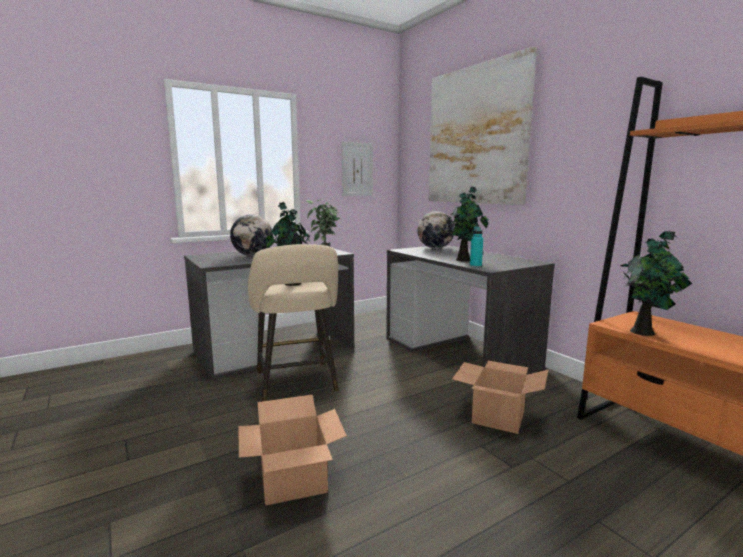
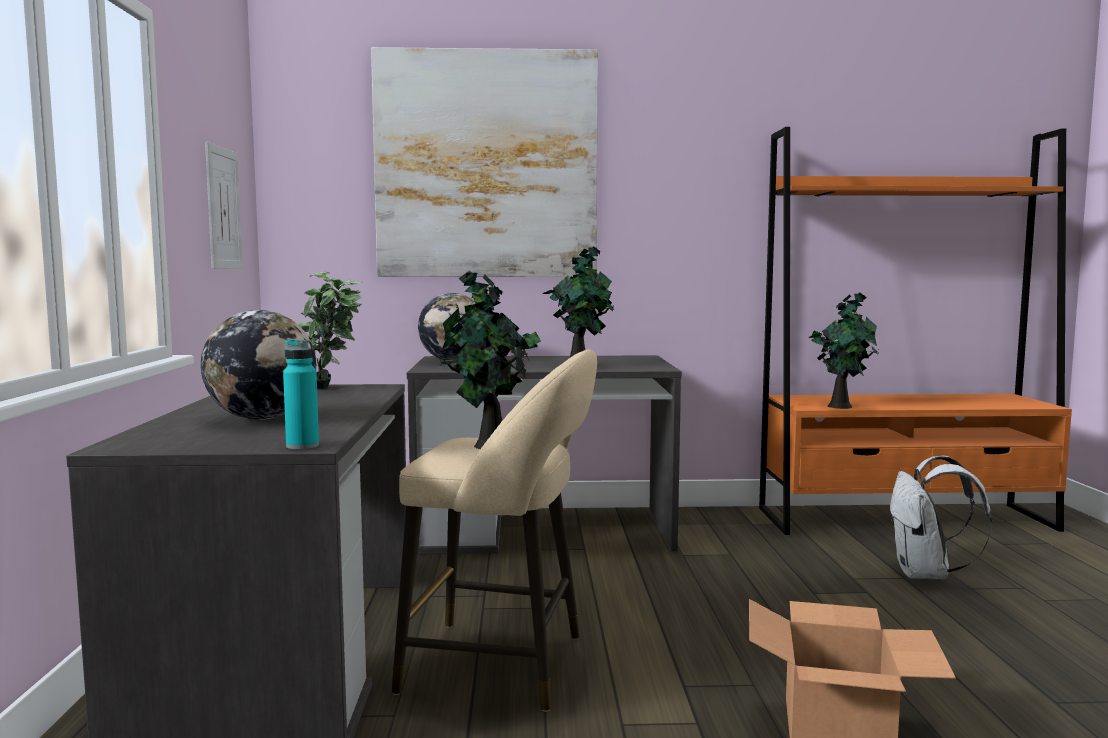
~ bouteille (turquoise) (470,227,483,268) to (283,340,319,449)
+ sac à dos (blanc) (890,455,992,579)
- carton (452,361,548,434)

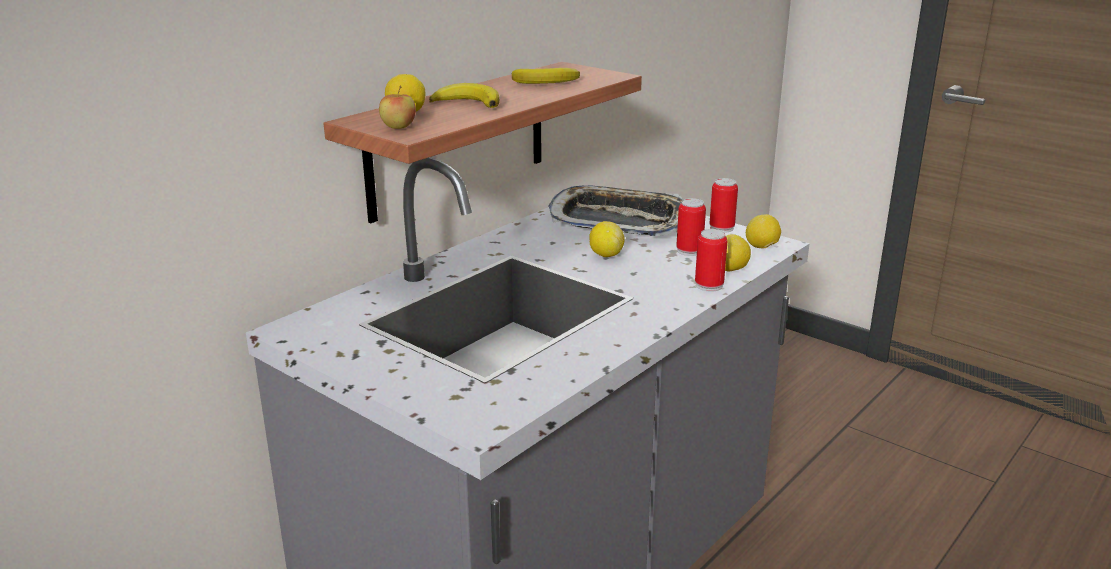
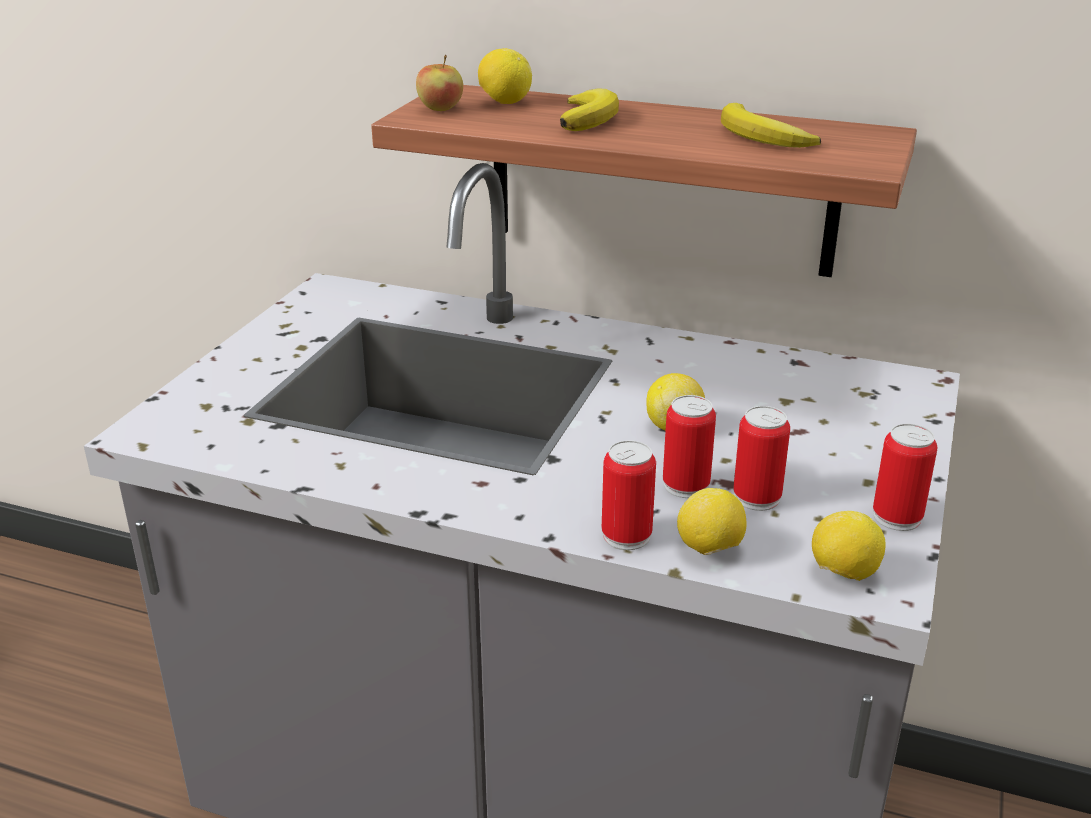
+ boîte métallique (663,395,716,498)
- plateau (548,185,684,236)

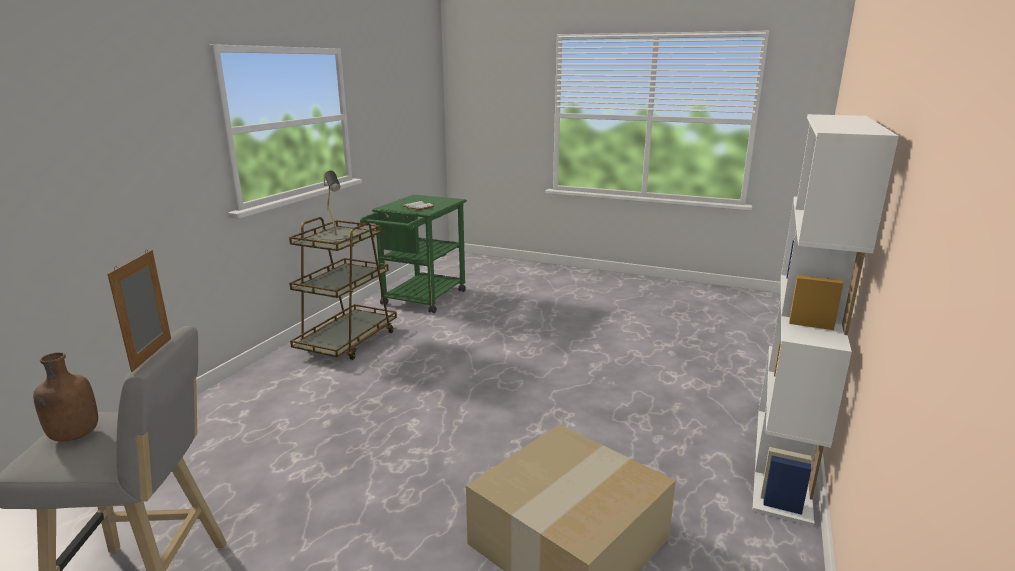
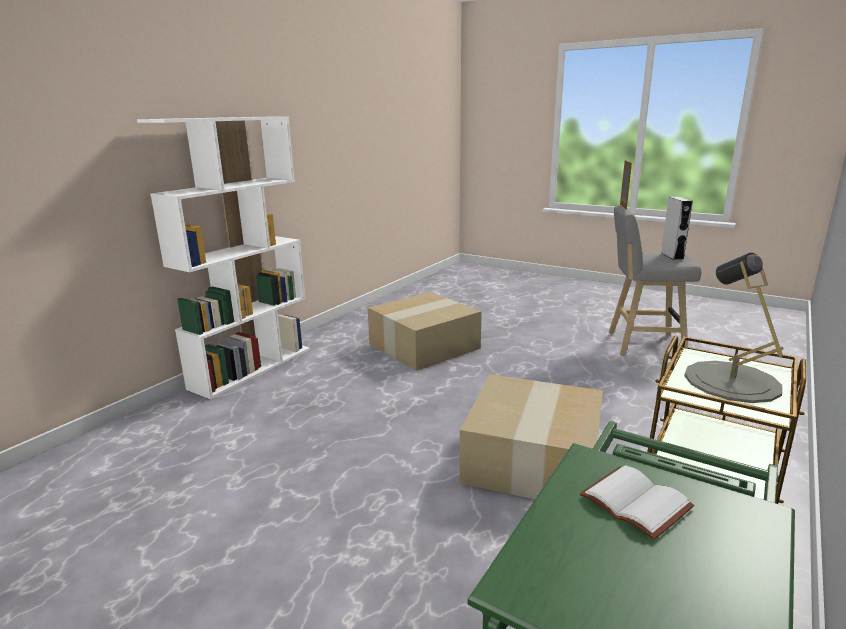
+ carton (459,375,603,499)
~ bouteille (marron) (33,352,98,442) to enceinte (gris) (661,197,693,260)

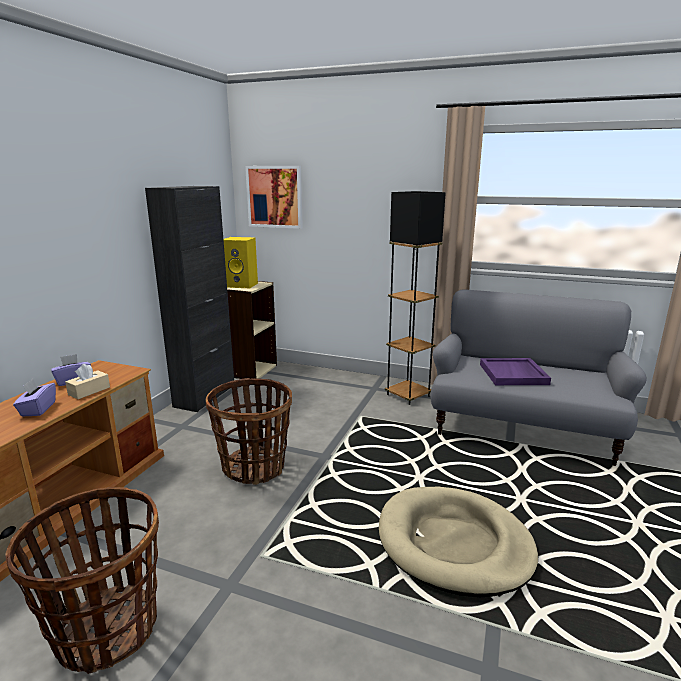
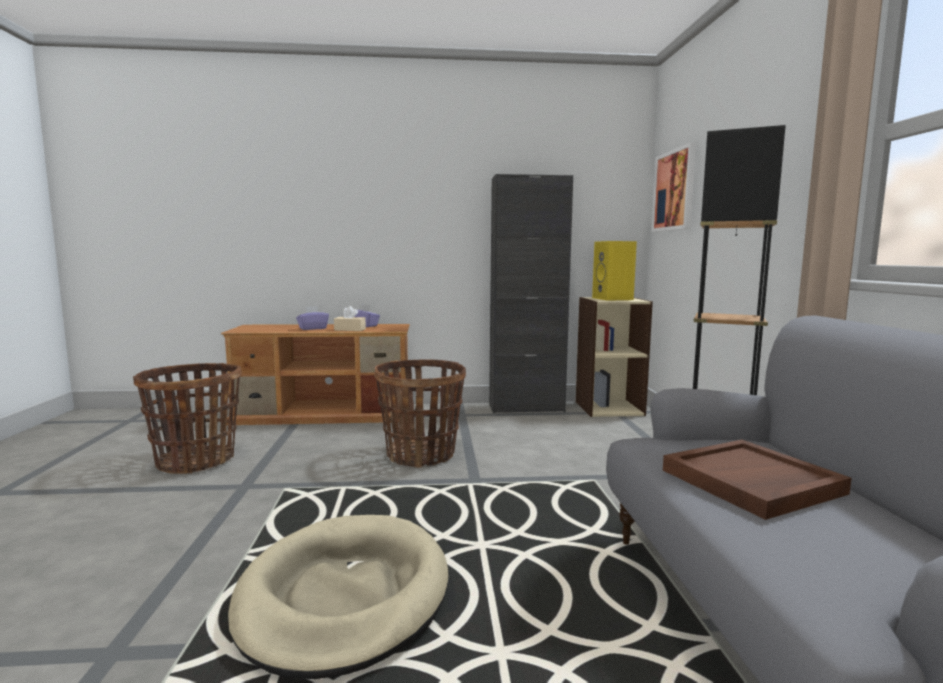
~ plateau (violet) (480,358,551,385) to plateau (marron) (663,440,852,520)

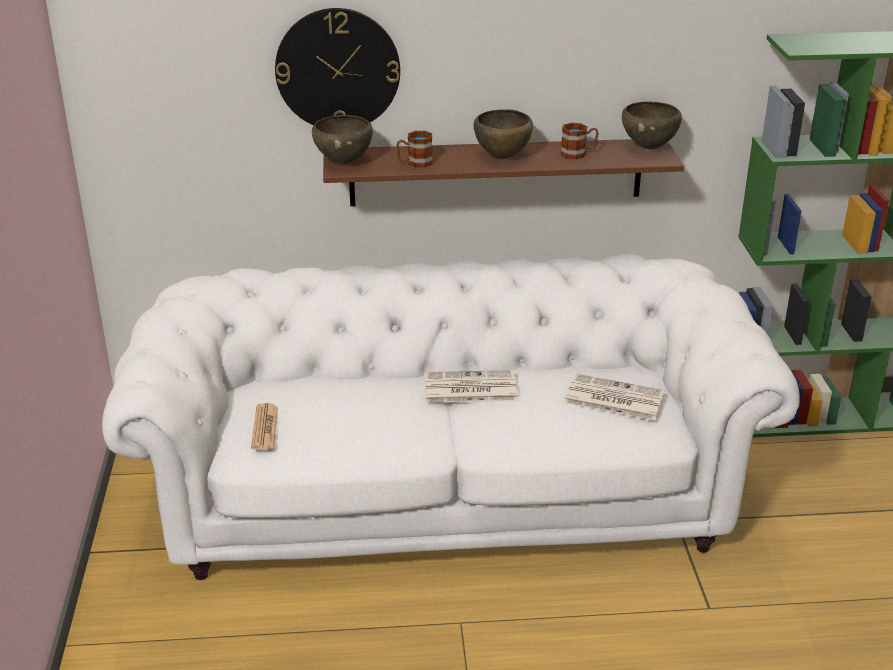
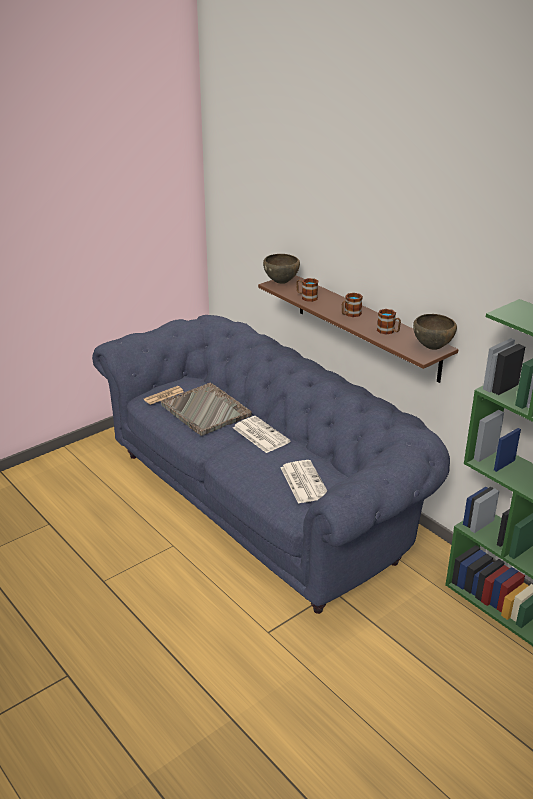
~ canapé (blanc) (102,254,800,580) to canapé (bleu) (92,315,450,614)
+ plateau (gris) (161,383,252,436)
~ bol (marron) (474,109,533,159) to mug (342,293,363,317)
- horloge murale (275,8,400,125)

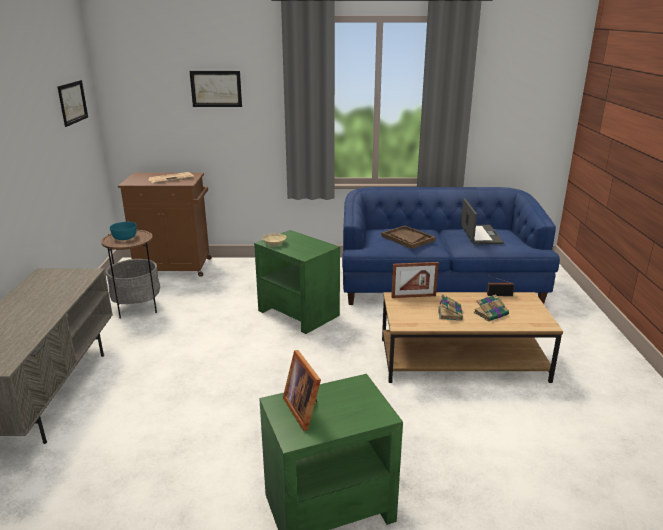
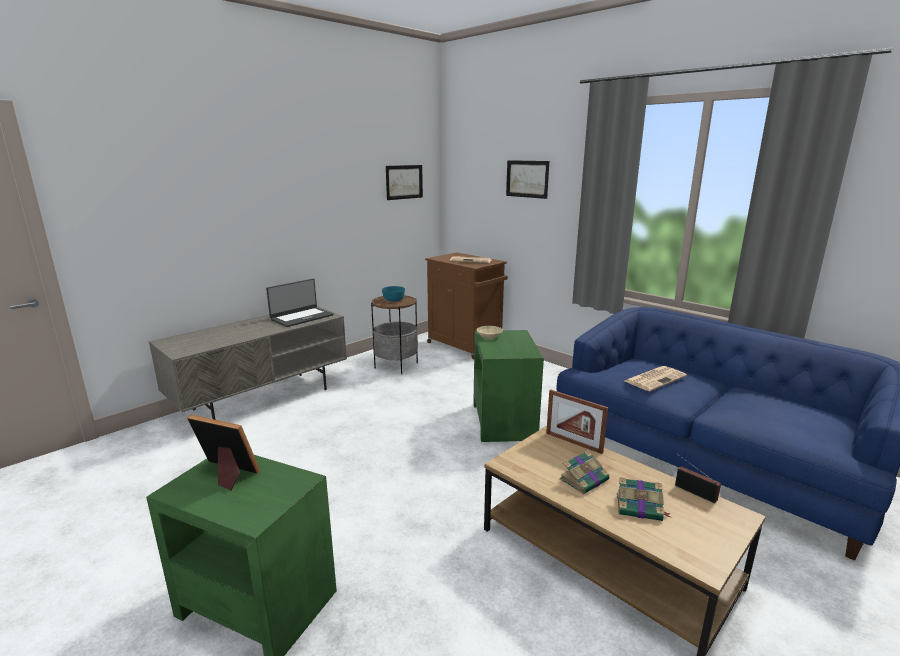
~ cadre photo (283,350,321,431) = (187,415,260,491) 90 degrees clockwise
~ ordinateur portable (461,198,504,244) to (266,279,334,327)
~ plateau (marron) (381,226,436,249) to journal (625,366,687,391)

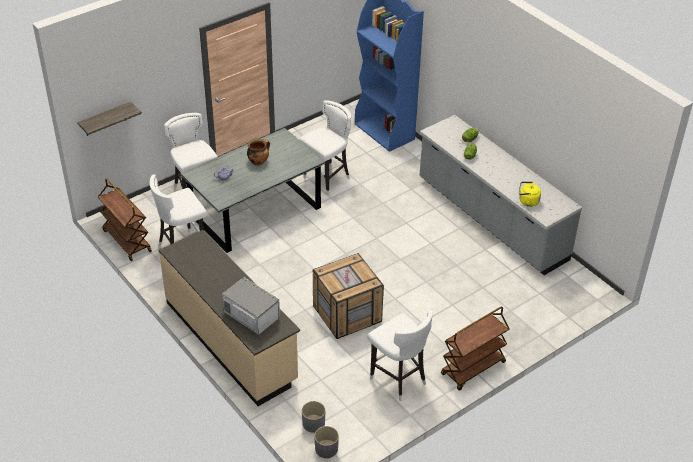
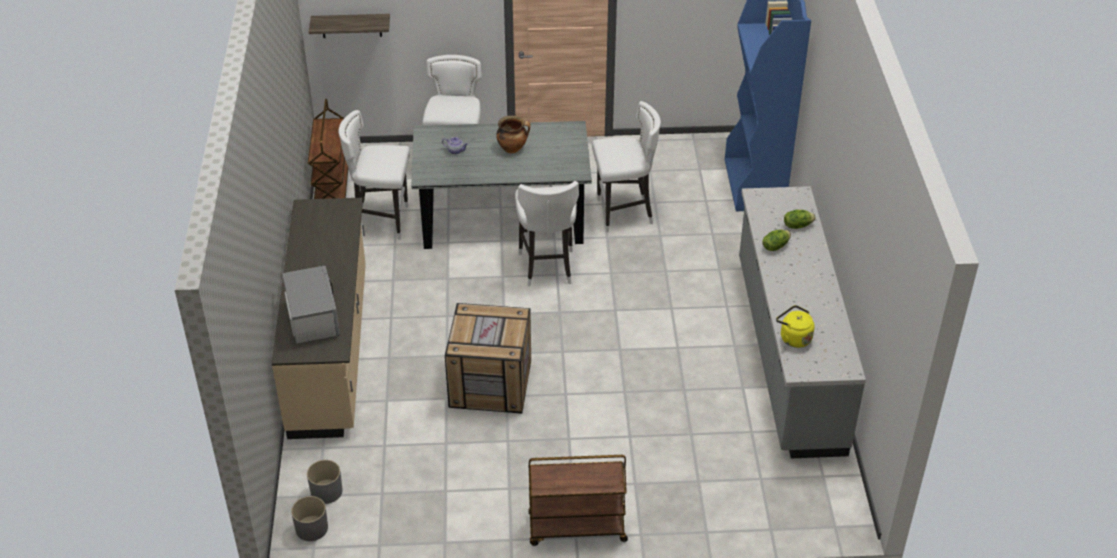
~ tabouret (blanc) (367,310,433,401) to (515,181,579,287)

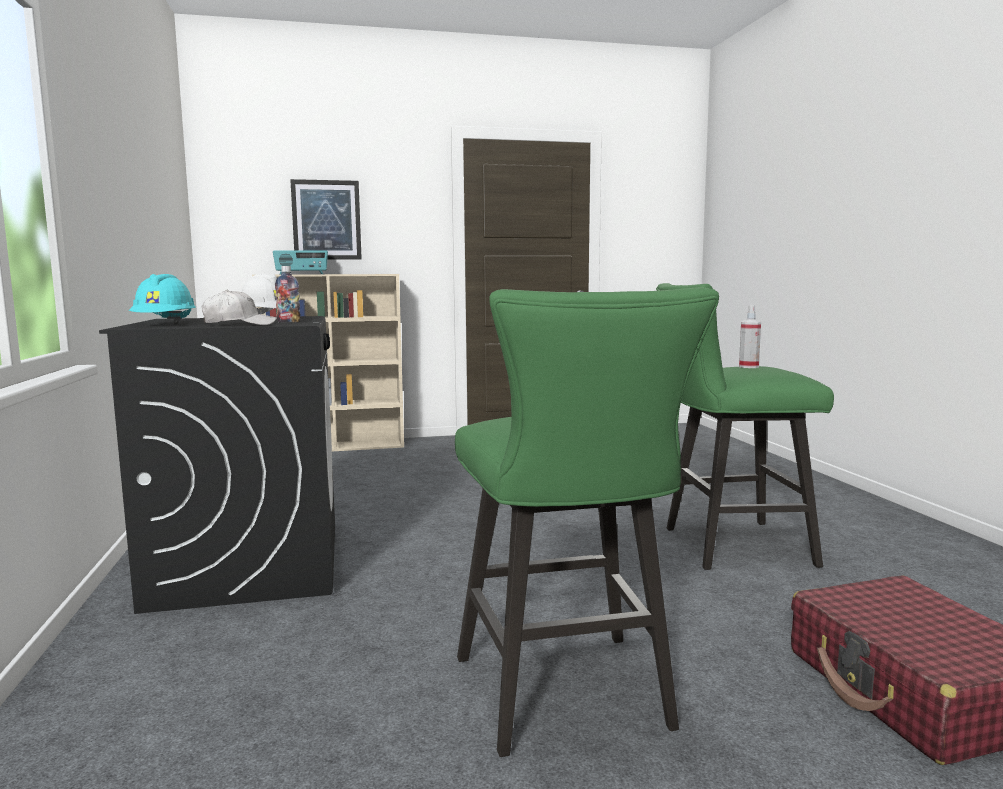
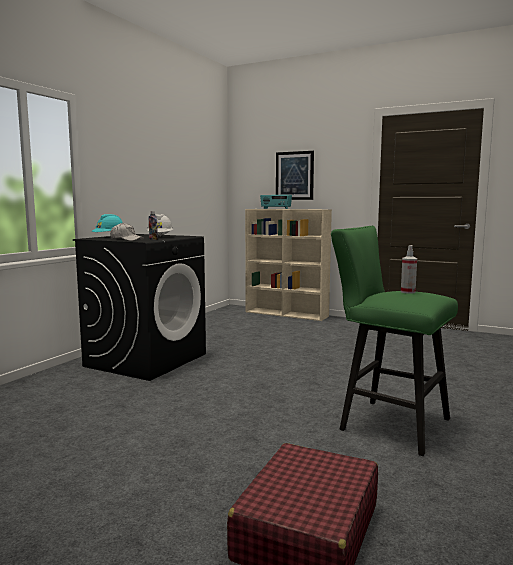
- tabouret (vert) (455,287,719,757)

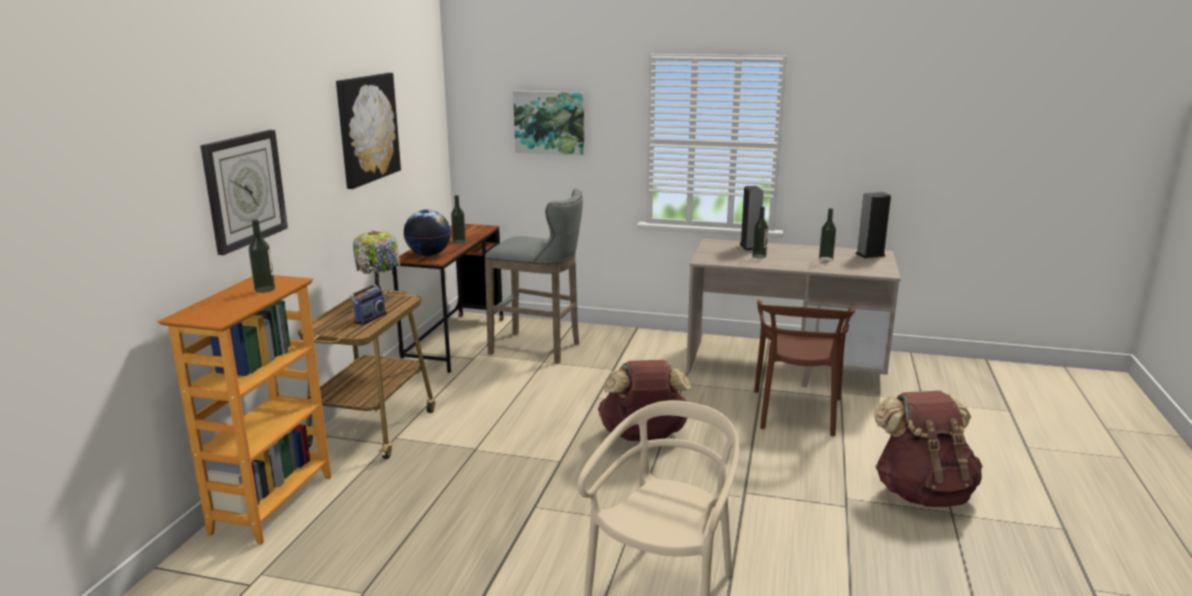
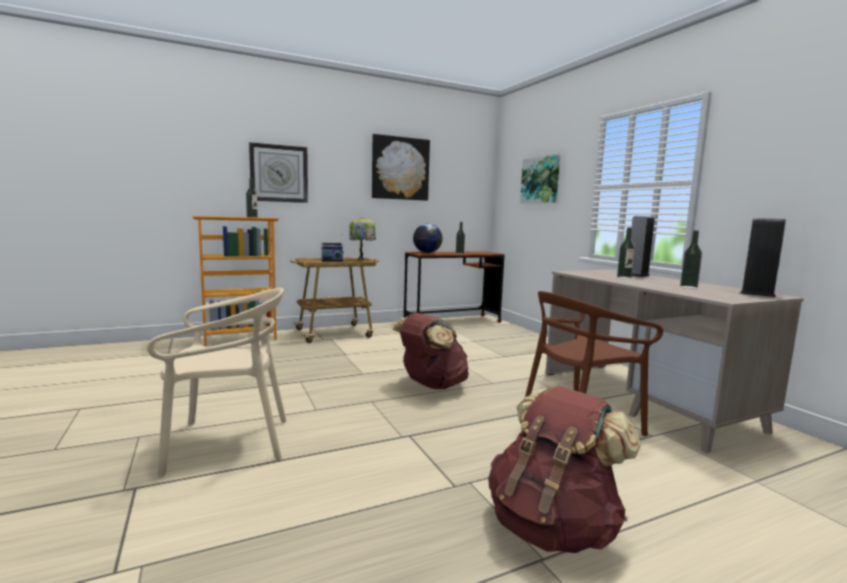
- tabouret (gris) (485,189,583,364)

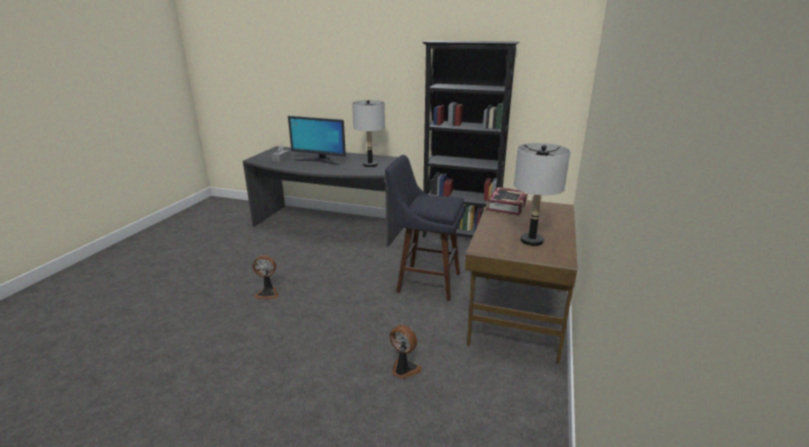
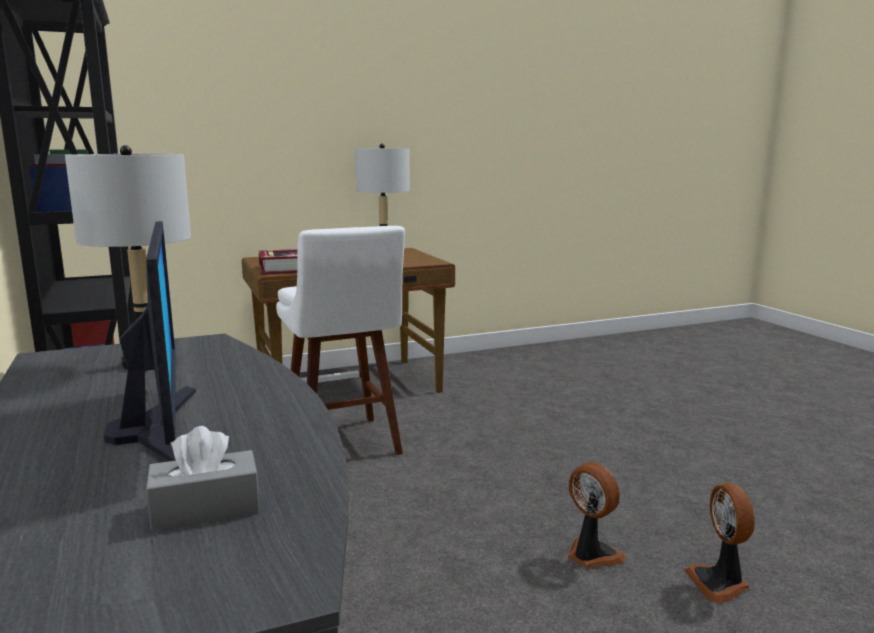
~ tabouret (bleu) (385,155,465,301) to tabouret (blanc) (276,226,405,455)
~ ventilateur (390,325,422,379) to (684,483,755,603)

